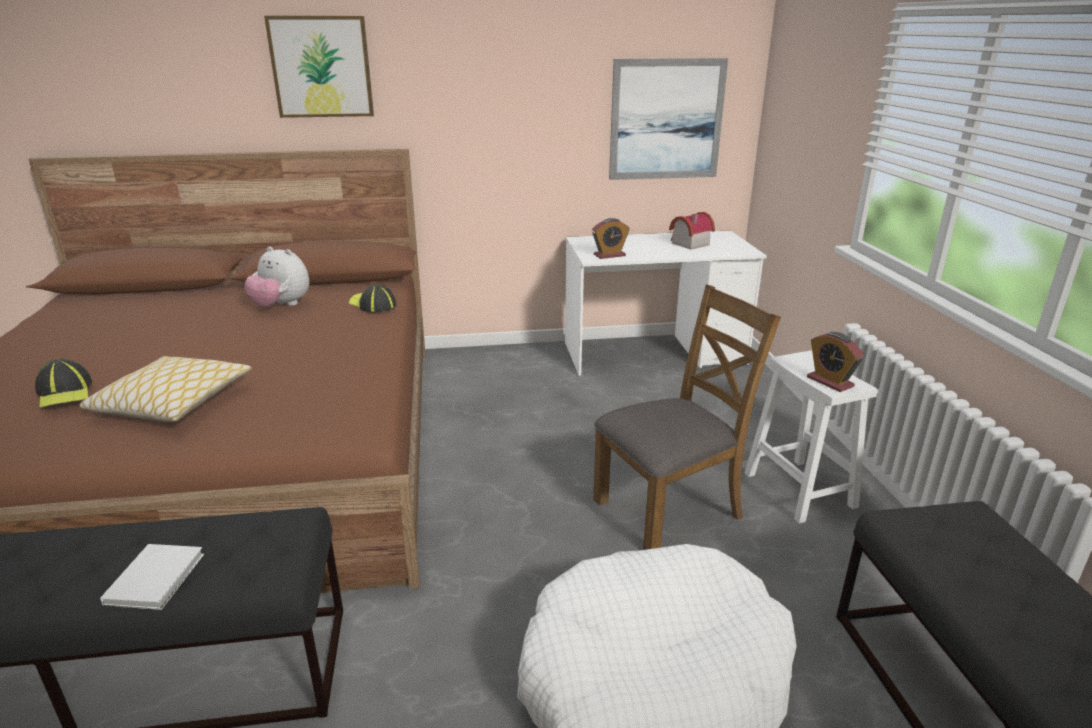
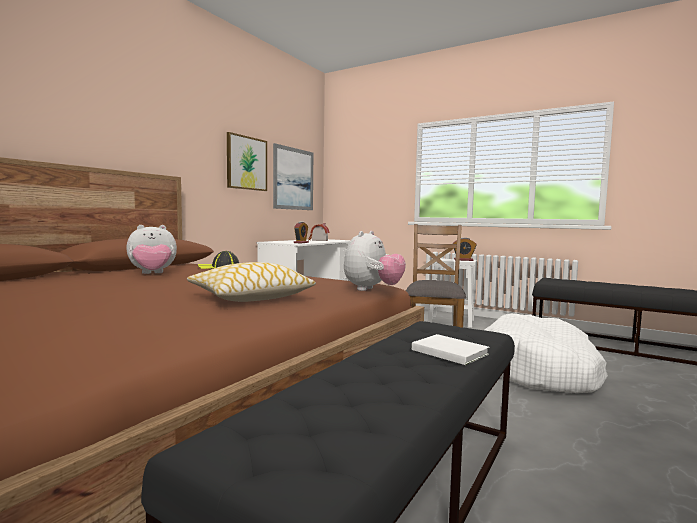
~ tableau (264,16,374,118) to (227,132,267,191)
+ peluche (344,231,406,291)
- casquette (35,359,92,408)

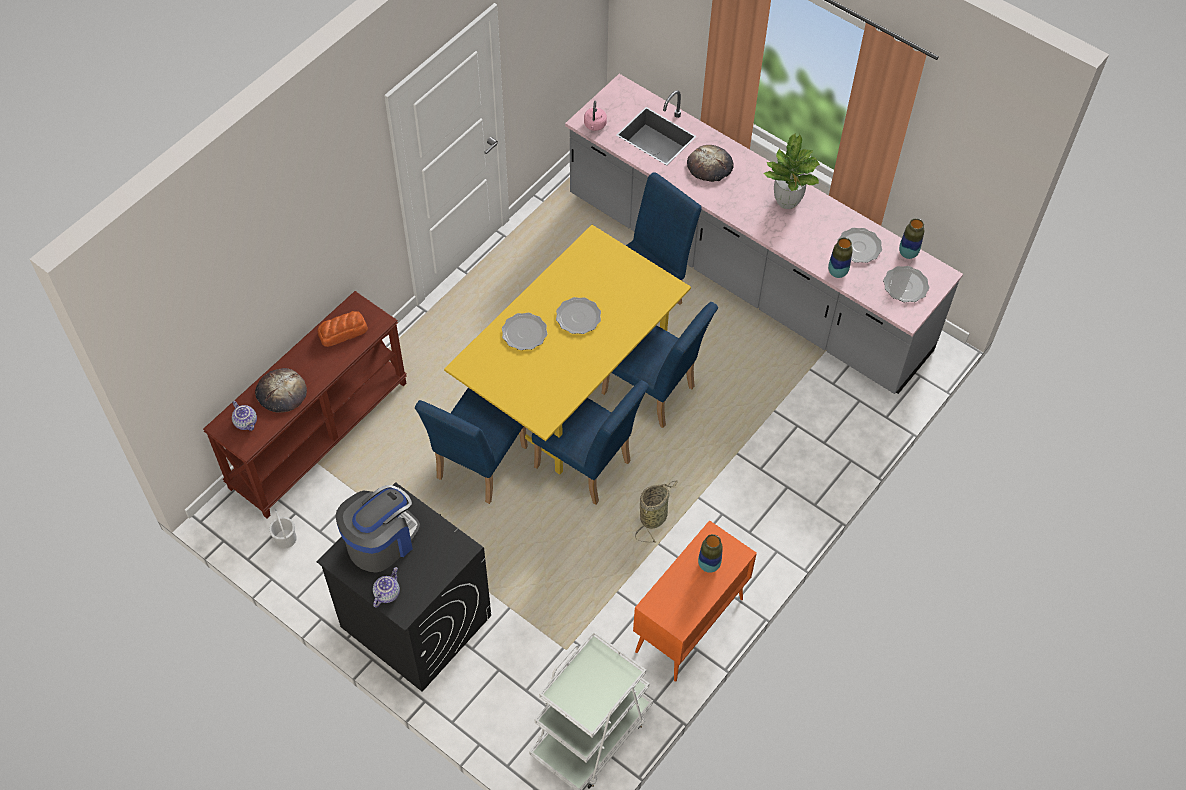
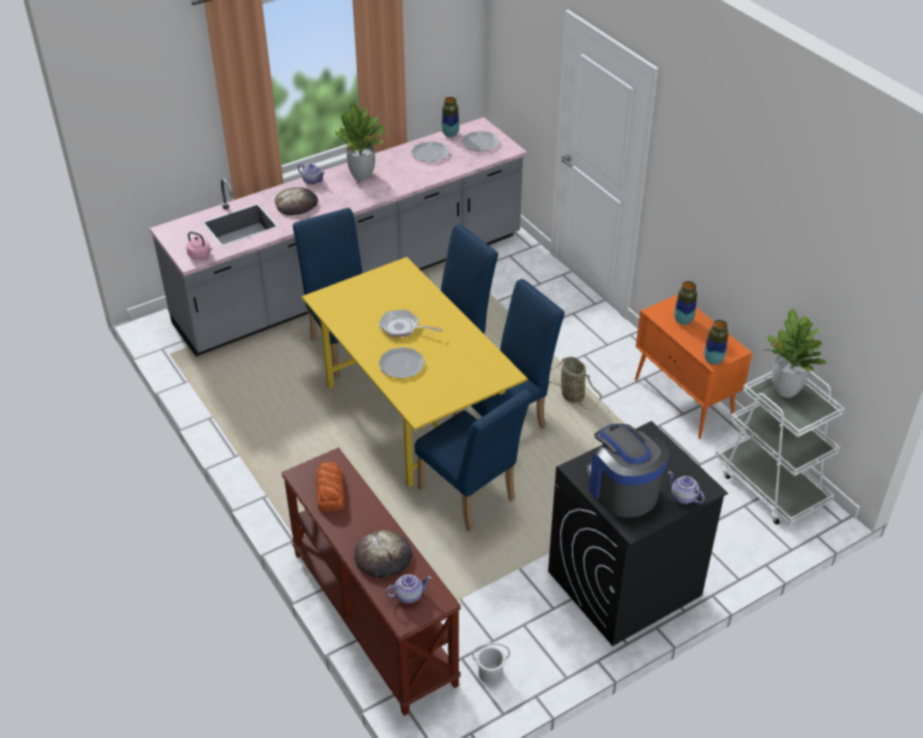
+ théière (298,164,325,185)
~ assiette (556,297,601,334) to poêle (379,310,442,338)
~ vase (828,238,853,278) to (704,320,728,365)
+ plante en pot (764,307,826,398)

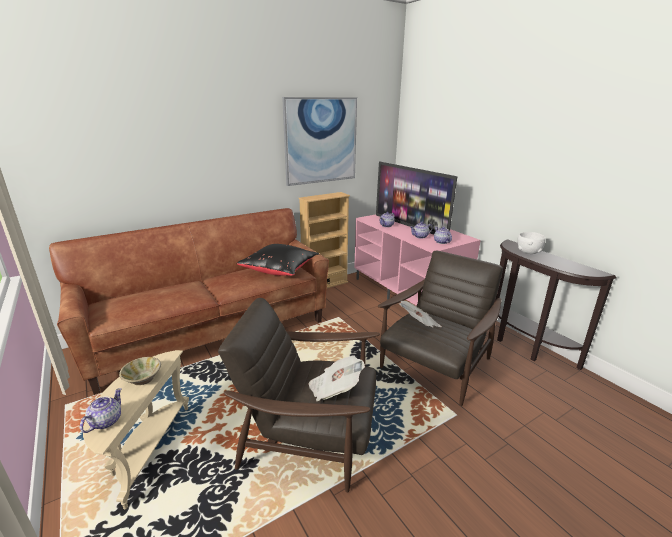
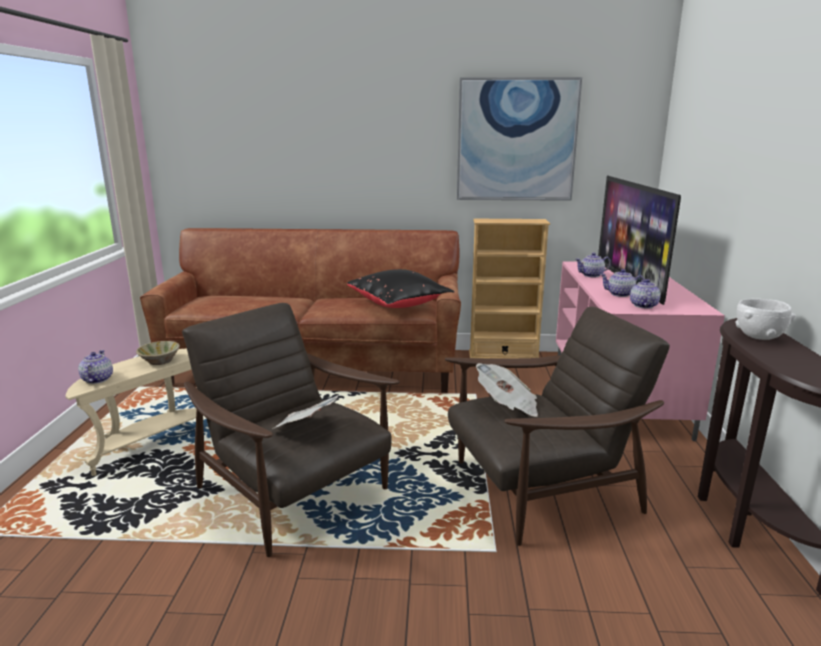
~ théière (80,388,122,433) = (78,350,113,384) 60 degrees counterclockwise

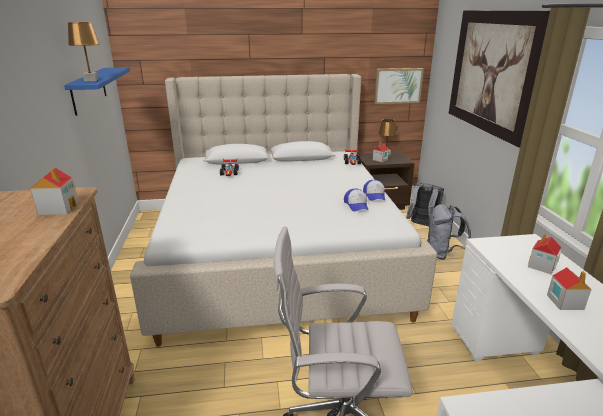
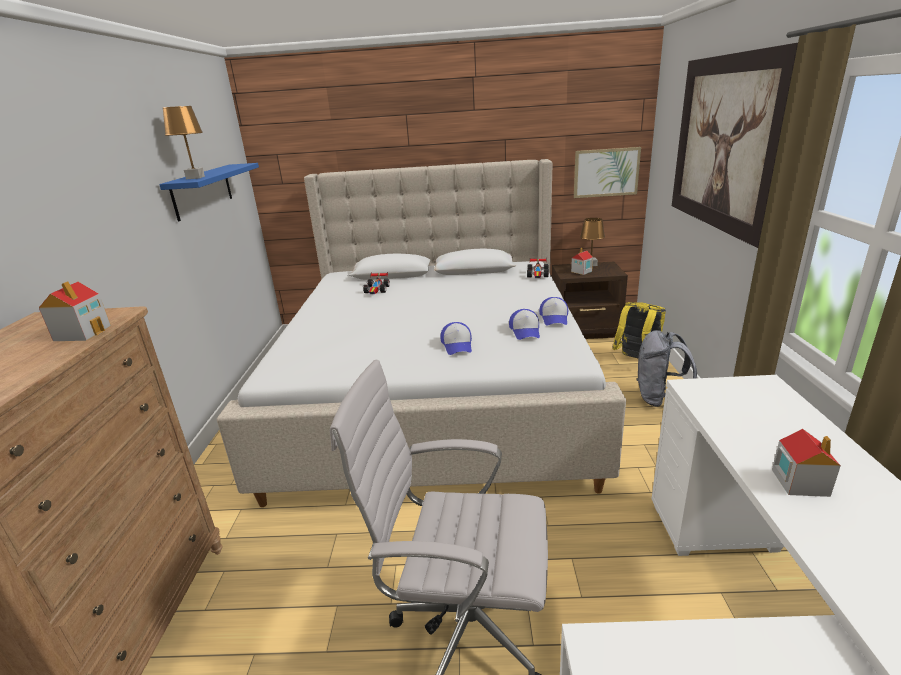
+ casquette (440,322,472,355)
~ sac à dos (gris) (406,183,444,226) to sac à dos (jaune) (612,302,666,358)
- maison miniature (528,233,561,274)

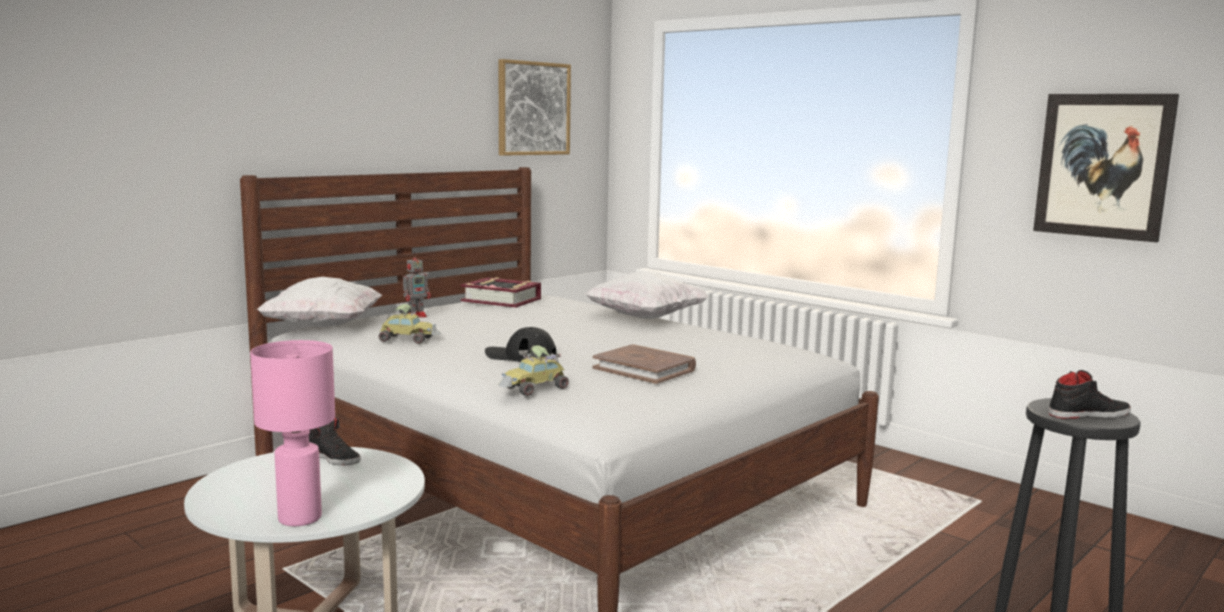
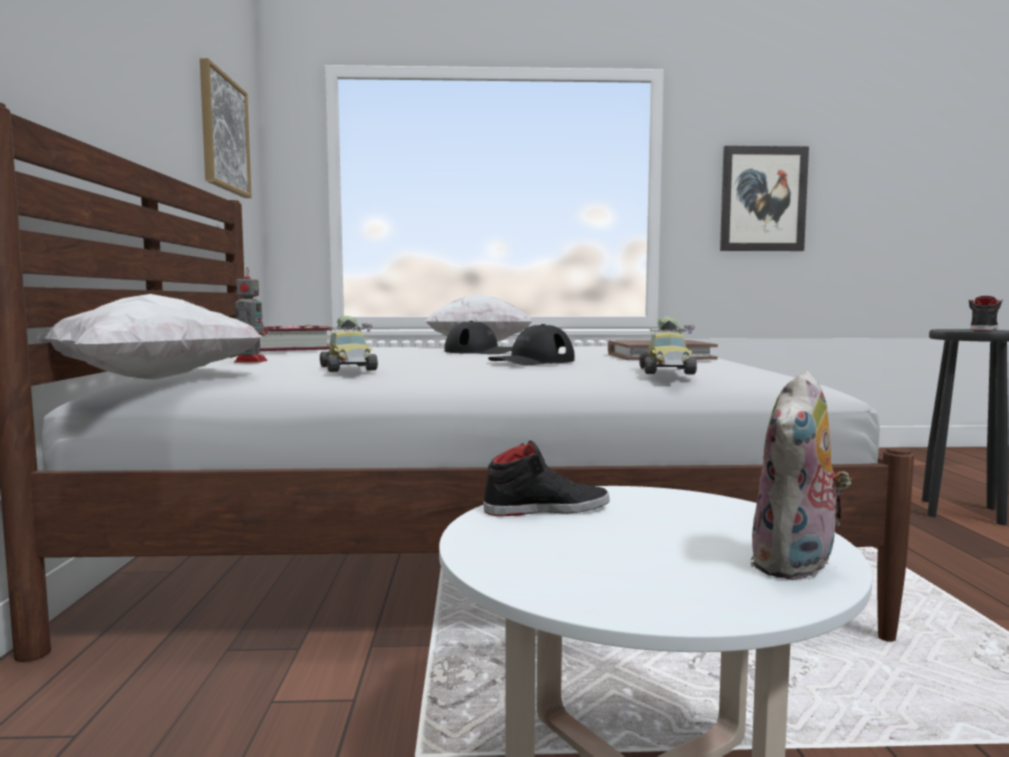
~ petite voiture (379,304,441,344) = (320,316,378,372) 105 degrees clockwise
+ casquette (noir) (444,321,512,354)
~ lampe de table (rose) (250,340,335,526) to peluche (750,370,851,580)

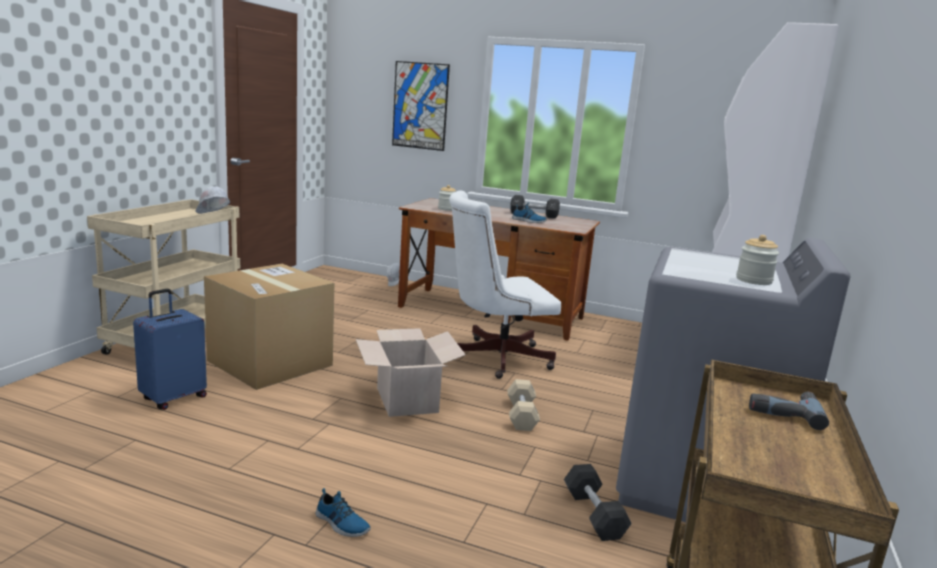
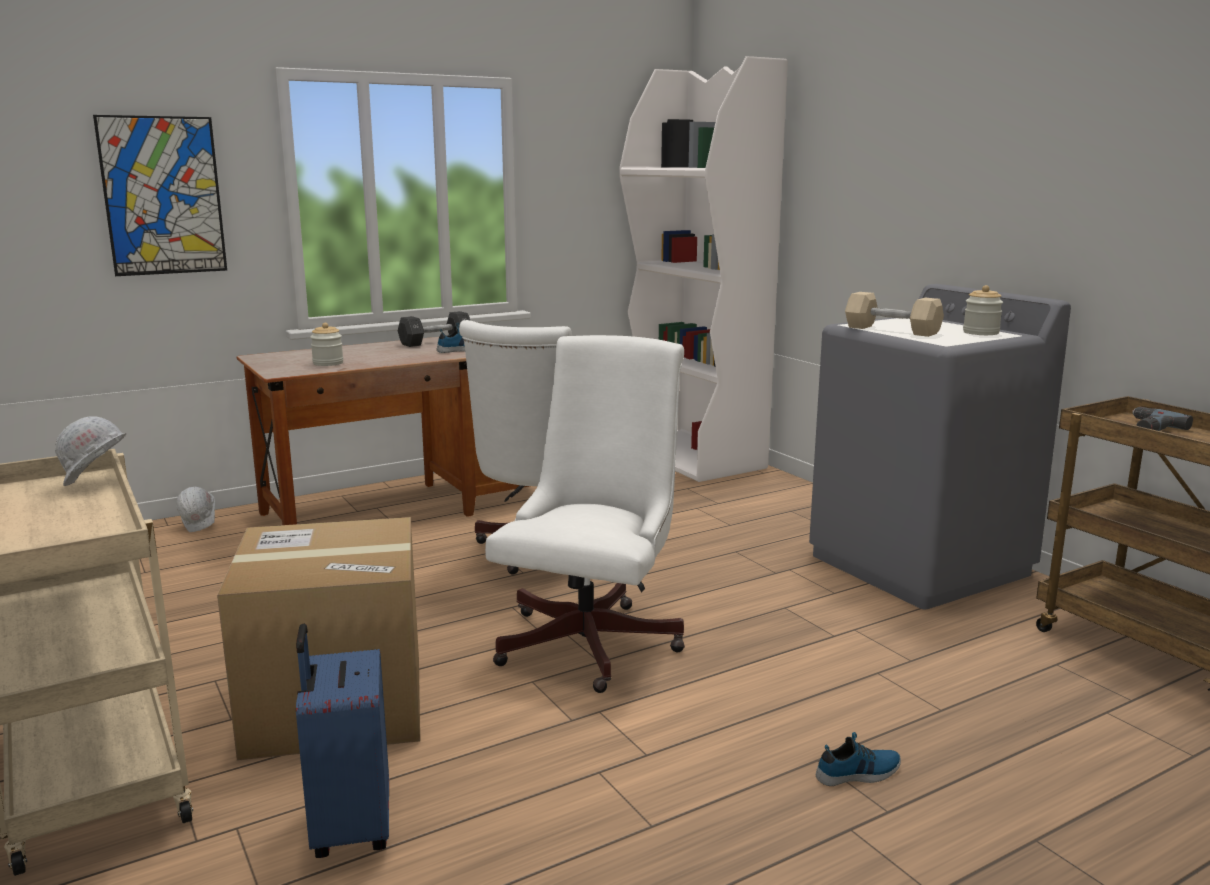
~ carton (356,328,466,417) to chaise de bureau (blanc) (485,335,685,693)
~ haltère (beige) (508,379,540,431) to (845,292,944,337)
- haltère (noir) (564,464,632,541)

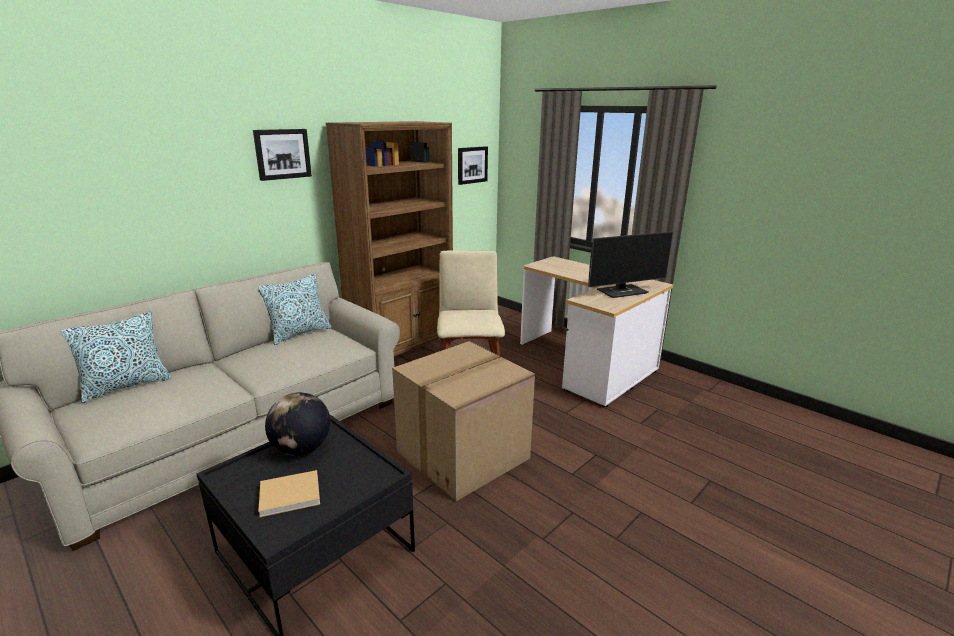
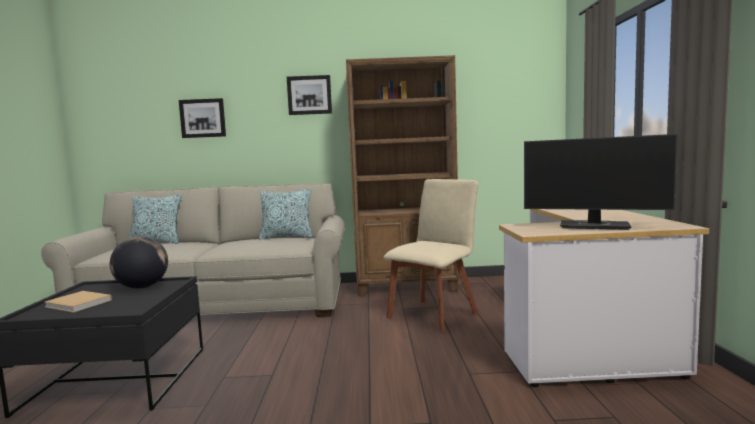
~ tableau (458,146,488,185) to (179,98,226,138)
- carton (392,341,535,501)

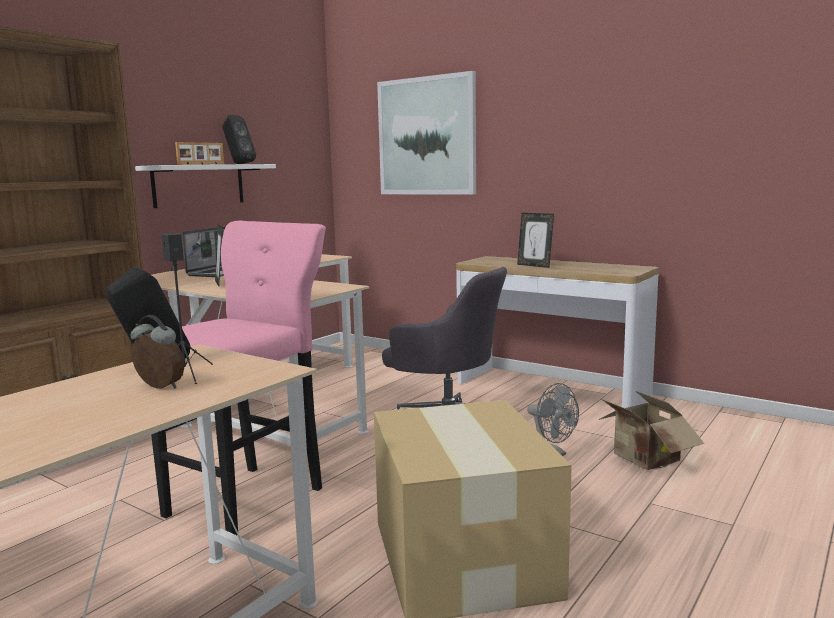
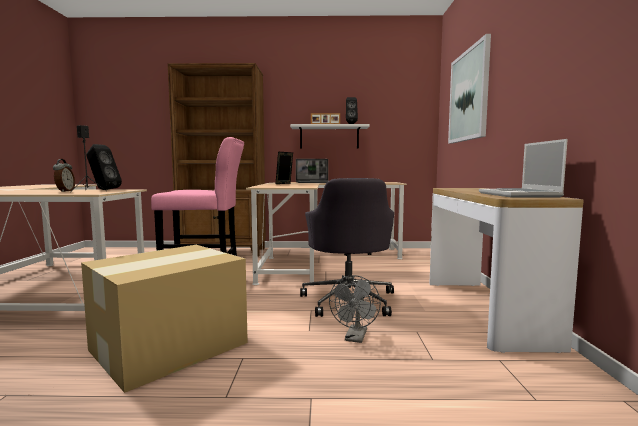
+ ordinateur portable (479,139,568,197)
- cadre photo (517,213,554,268)
- carton (598,391,704,470)

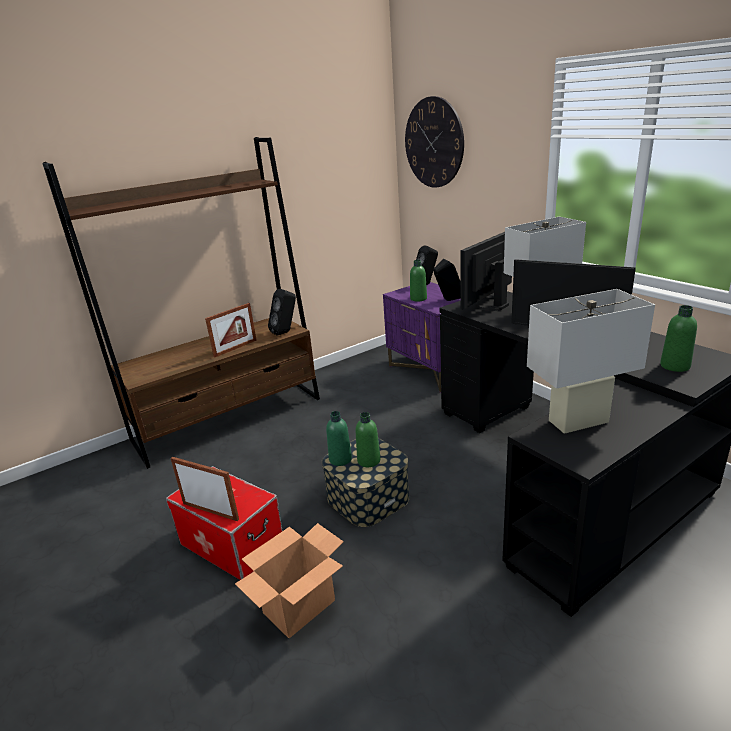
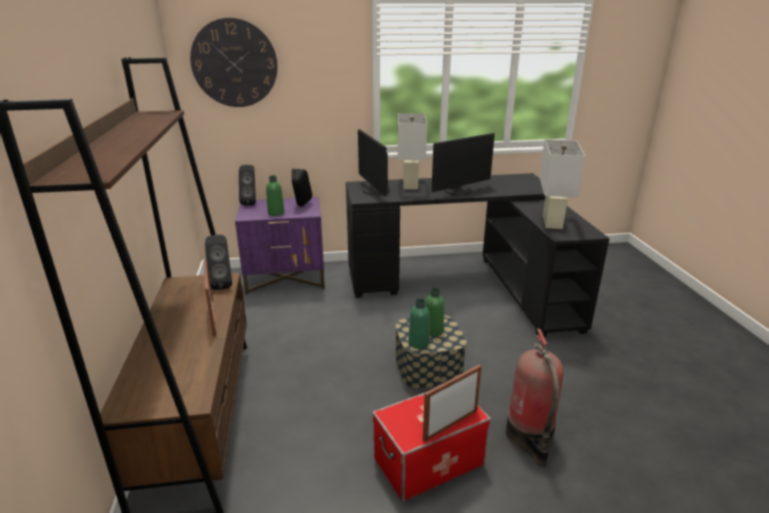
~ carton (235,523,344,638) to extincteur (506,329,564,467)
- bouteille (vert) (660,305,697,372)

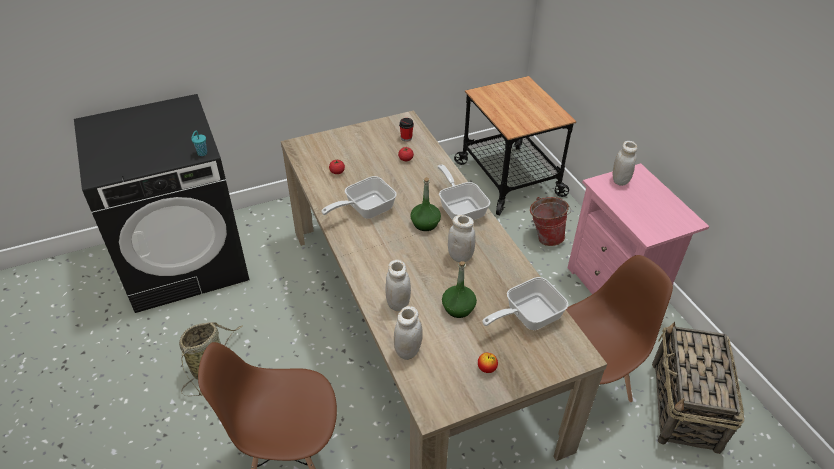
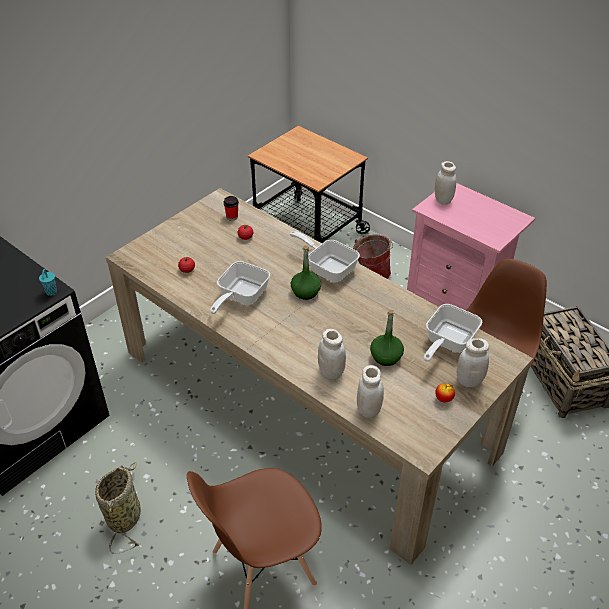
~ bocal (blanc) (448,215,476,262) to (457,338,489,387)

